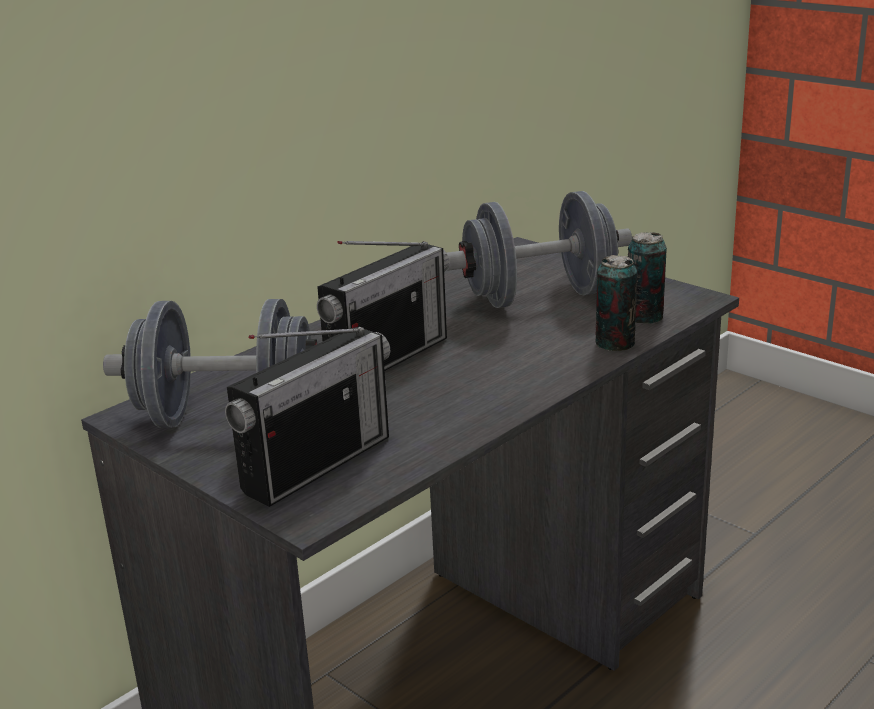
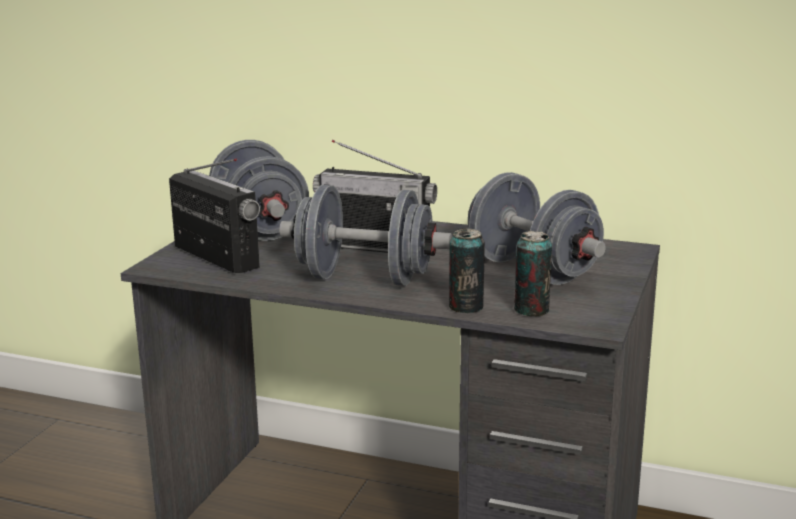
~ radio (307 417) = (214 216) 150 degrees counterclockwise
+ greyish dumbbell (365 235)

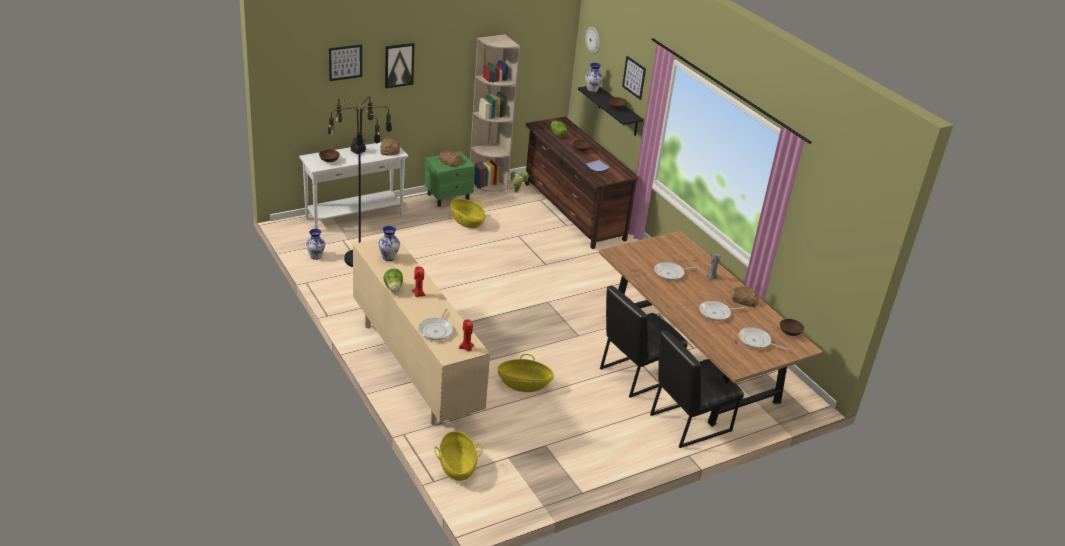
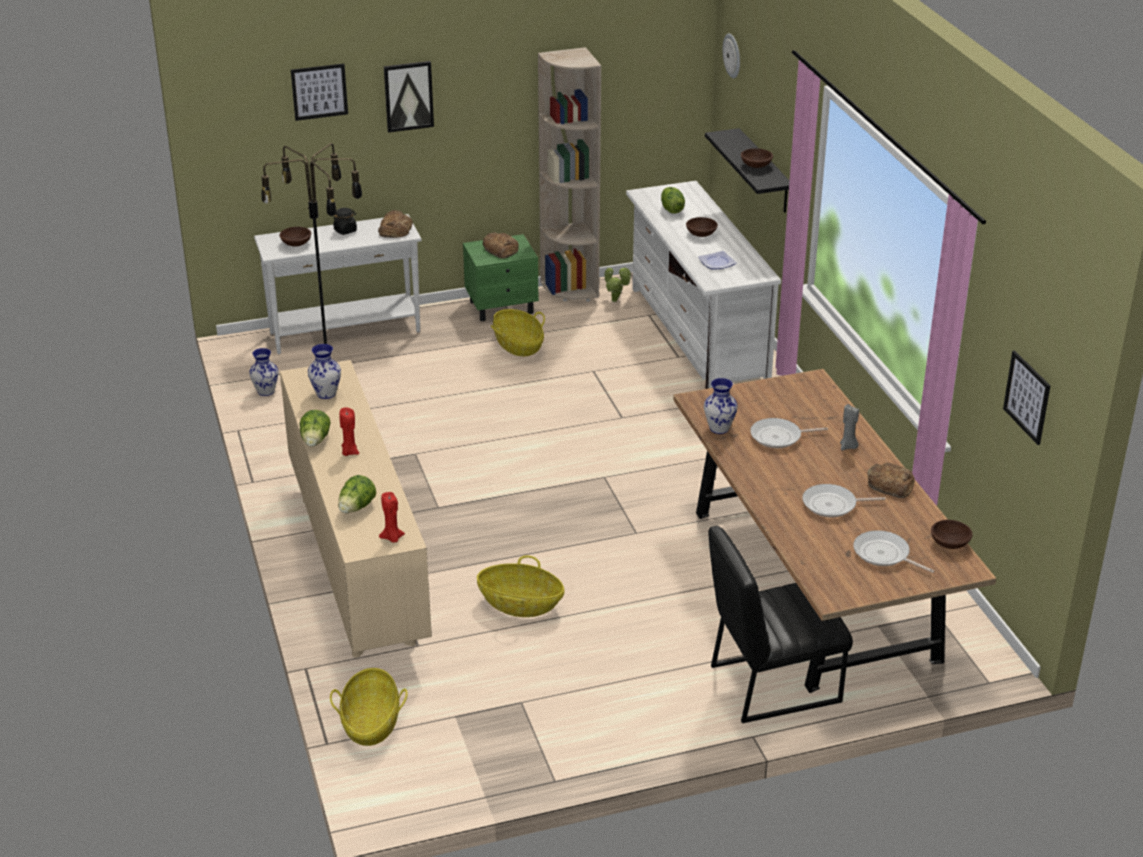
~ picture (634 78) to (1026 398)
~ vase (594 77) to (721 406)
~ brown-coloured drawer chest (582 183) to whitish drawer chest (703 285)
- blackish chair (644 342)
~ pan (436 324) to lettuce head (357 494)

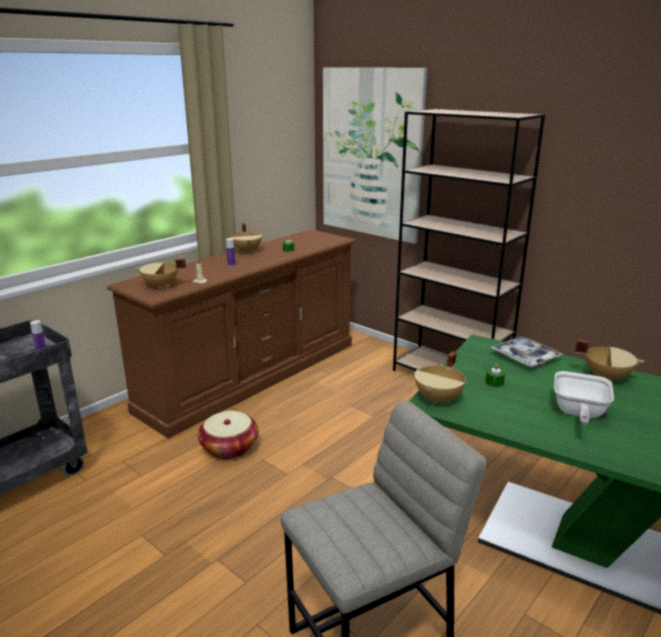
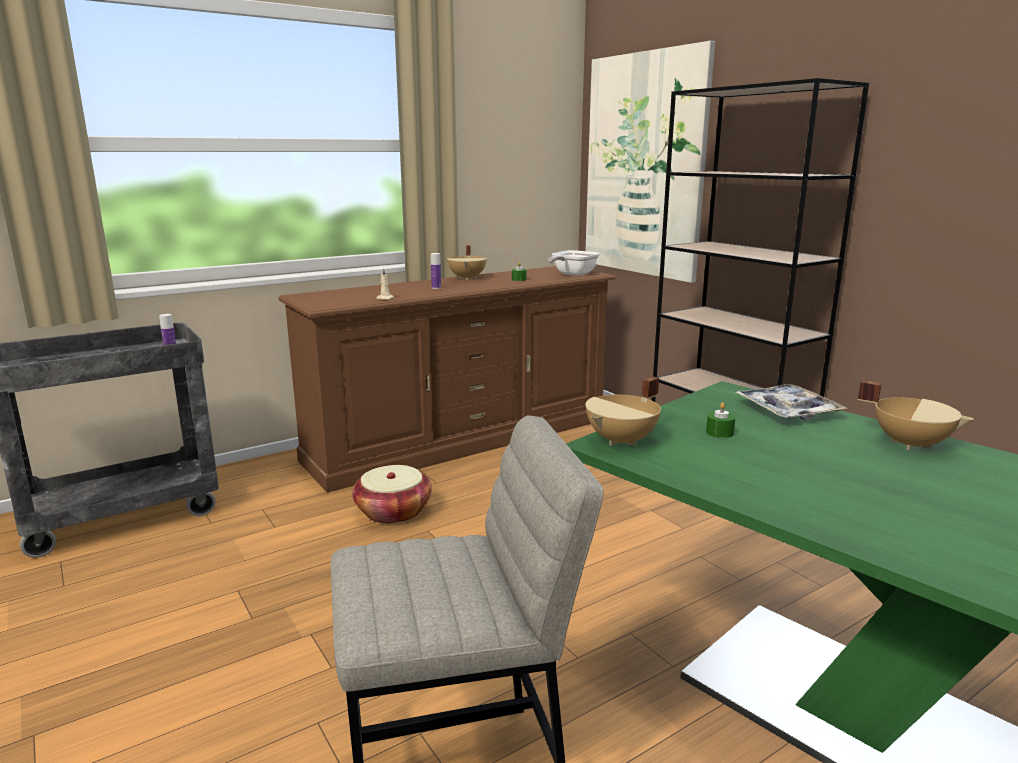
- sand-coloured saucepot (160 274)
~ pan (584 398) to (574 263)

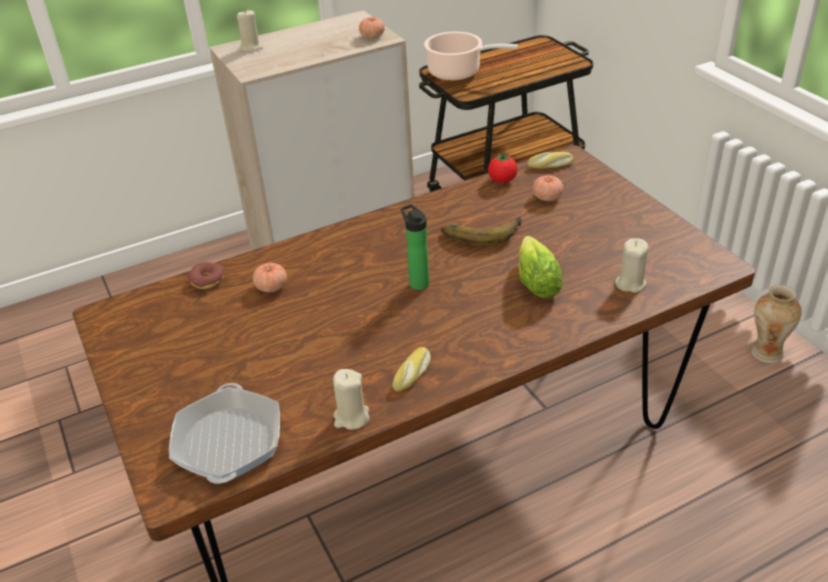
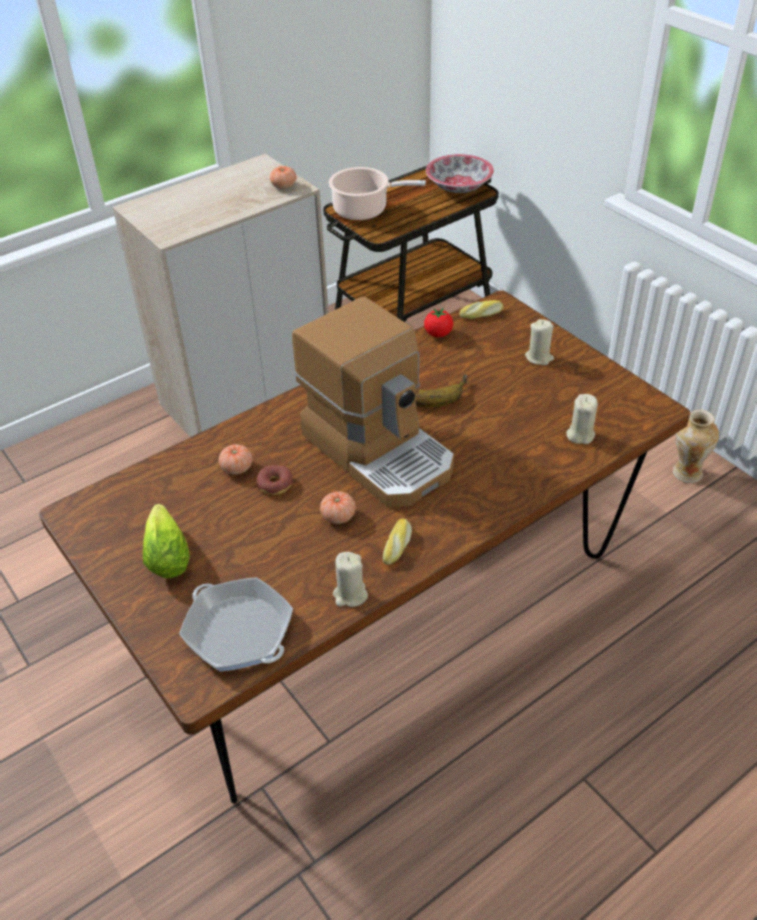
~ sand-coloured wax candle (250 31) to (539 342)
~ fresh tomato (548 188) to (338 507)
~ beverage bottle (415 247) to coffee maker (373 402)
~ lettuce head (541 267) to (166 541)
~ donut (206 275) to (274 480)
~ pan (224 433) = (236 624) 150 degrees clockwise
+ serving bowl (460 173)

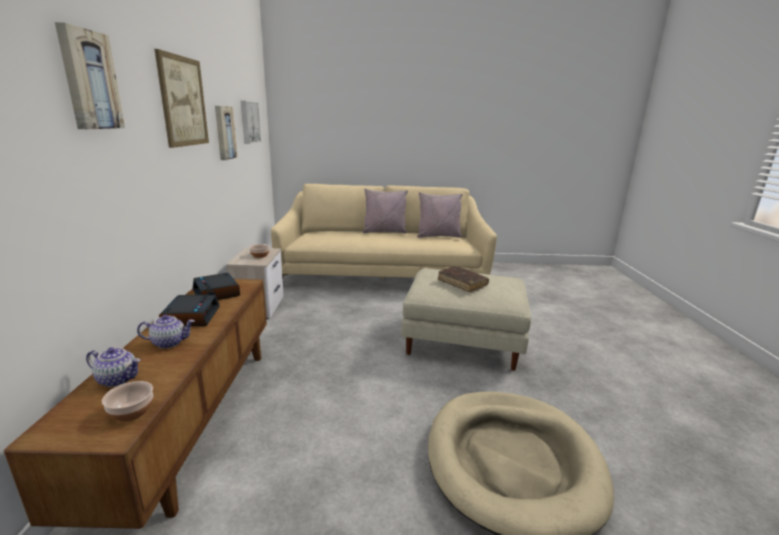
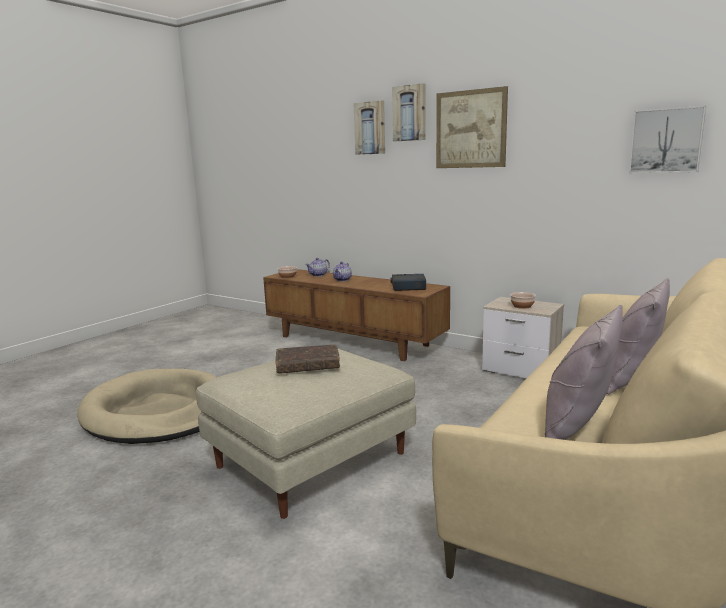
~ picture (226 133) to (409 112)
- alarm clock (189 310)

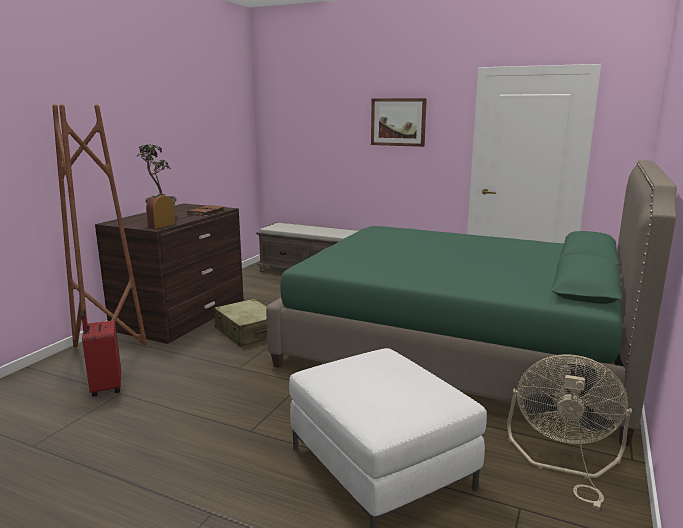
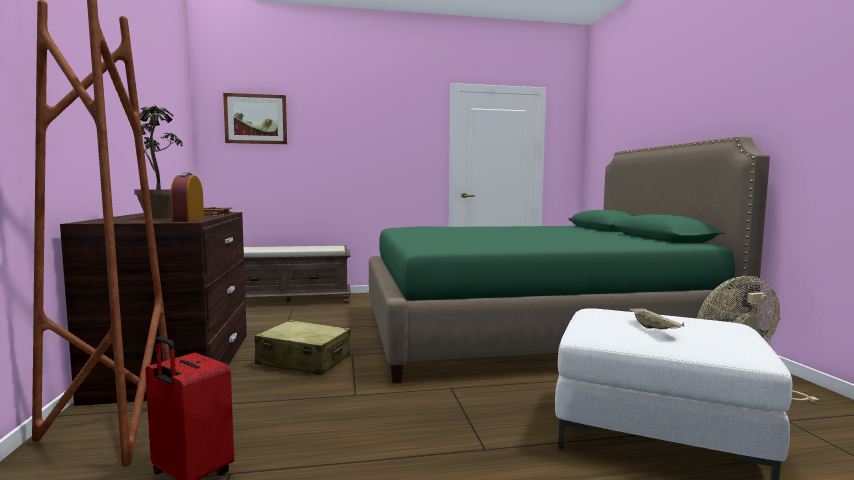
~ picture (399 122) to (255 118)
+ sand-coloured tray (656 318)

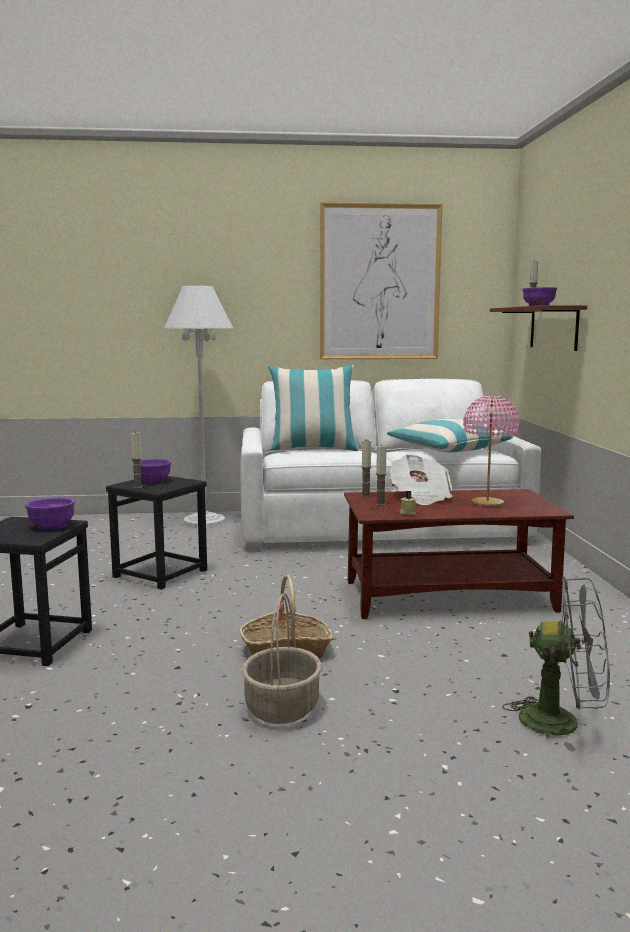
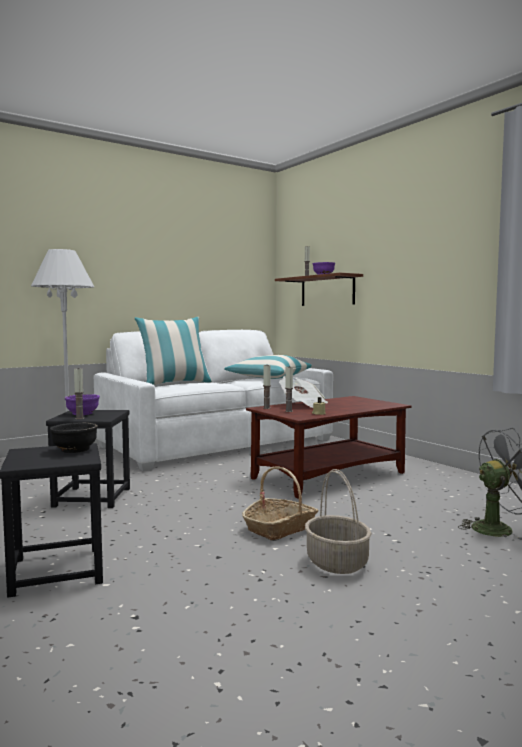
- picture (381 280)
- pinkish lamp for a table (491 450)
~ purplish serving bowl (50 513) to blackish serving bowl (74 438)

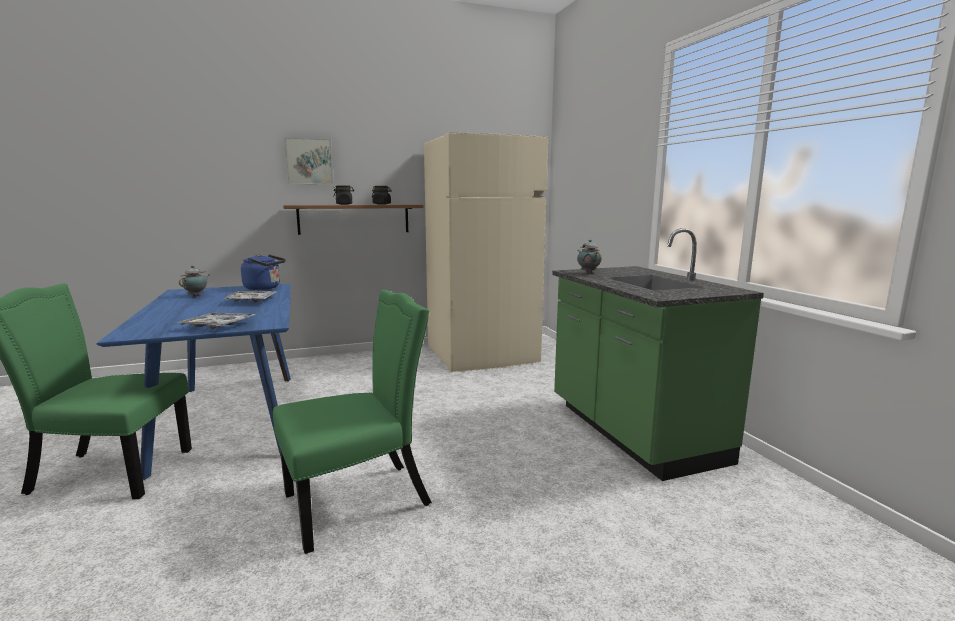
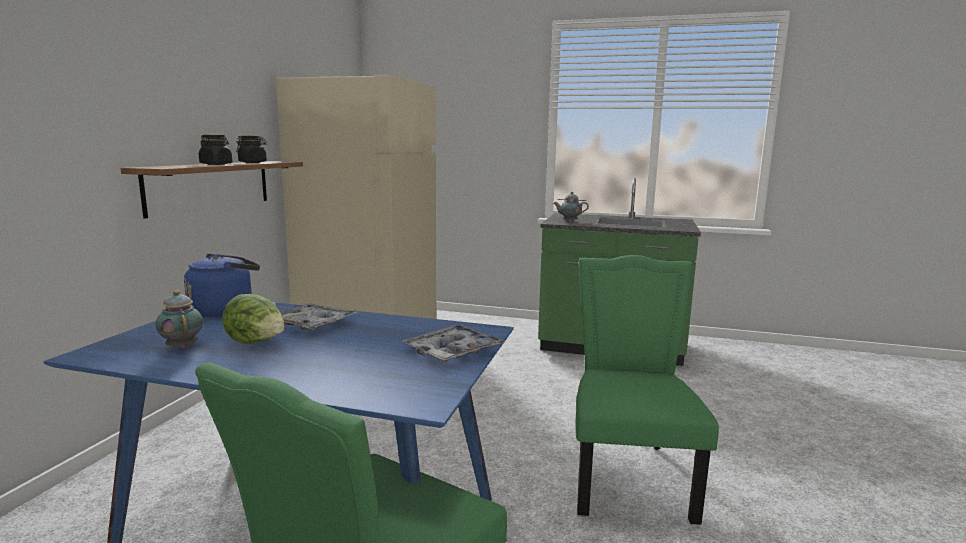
- picture (309 160)
+ lettuce head (253 319)

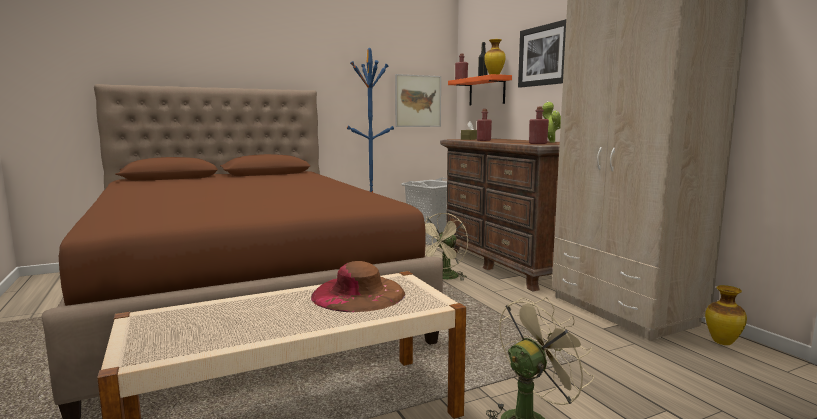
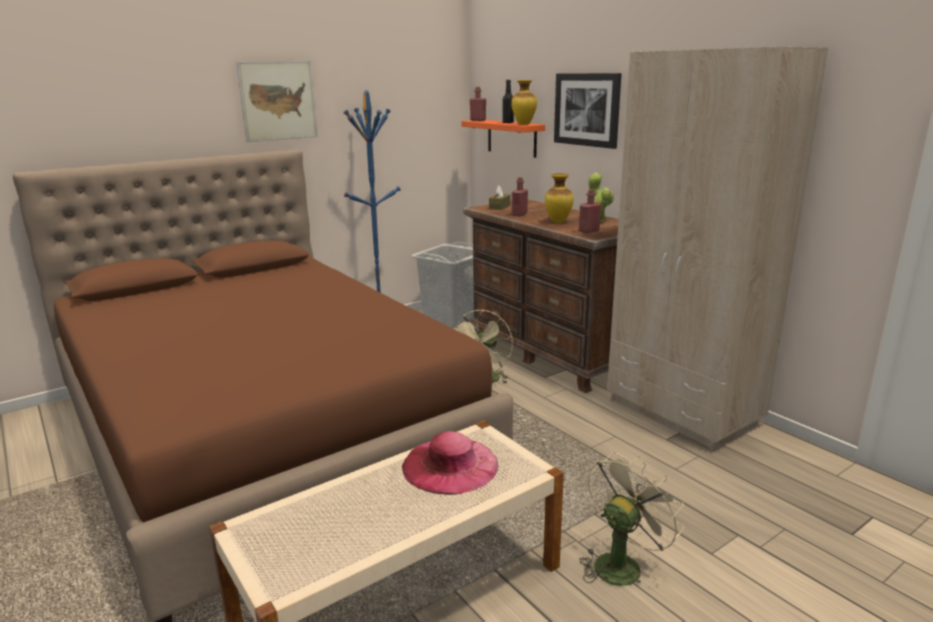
~ picture (418 100) to (277 101)
~ brown-coloured hat (358 286) to pinkish hat (450 463)
~ vase (726 315) to (559 198)

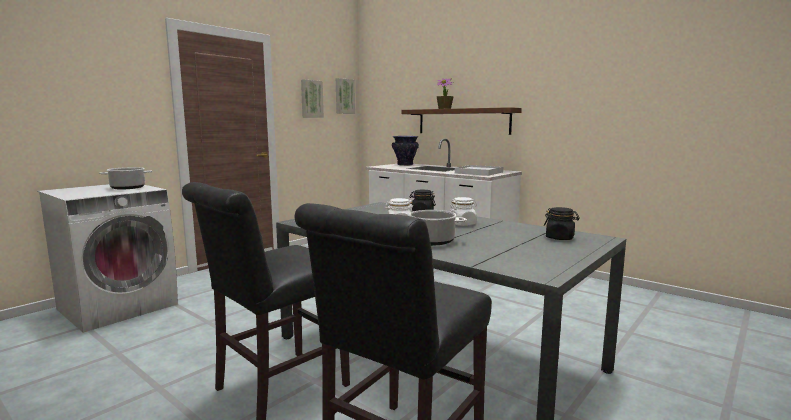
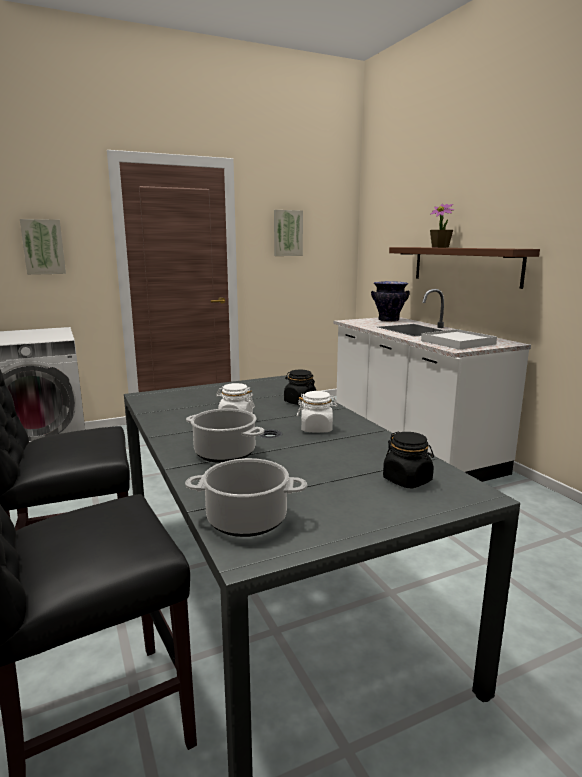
~ picture (345 96) to (43 247)
~ saucepot (126 178) to (246 497)

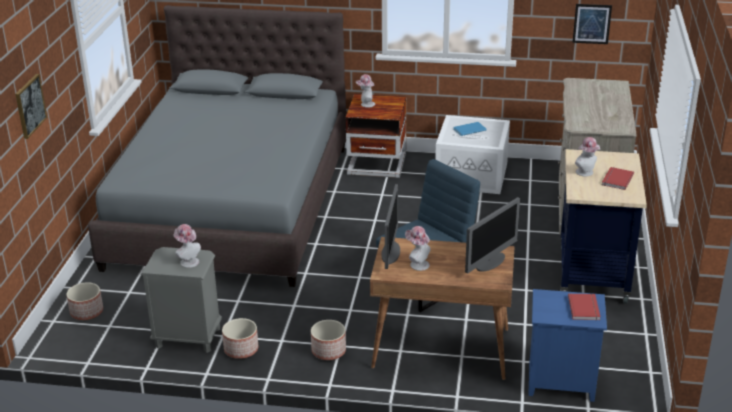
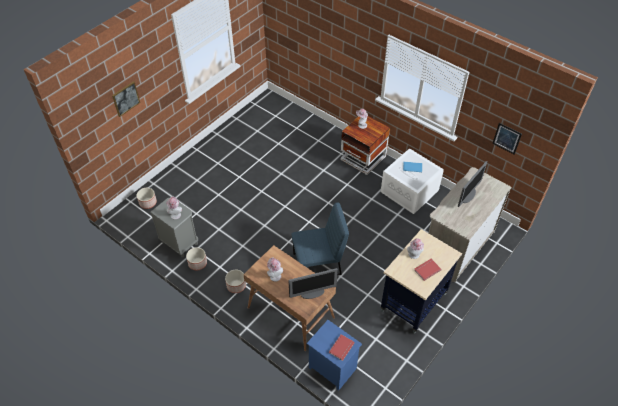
- greyish bed (217 146)
~ monitor (390 226) to (472 184)

